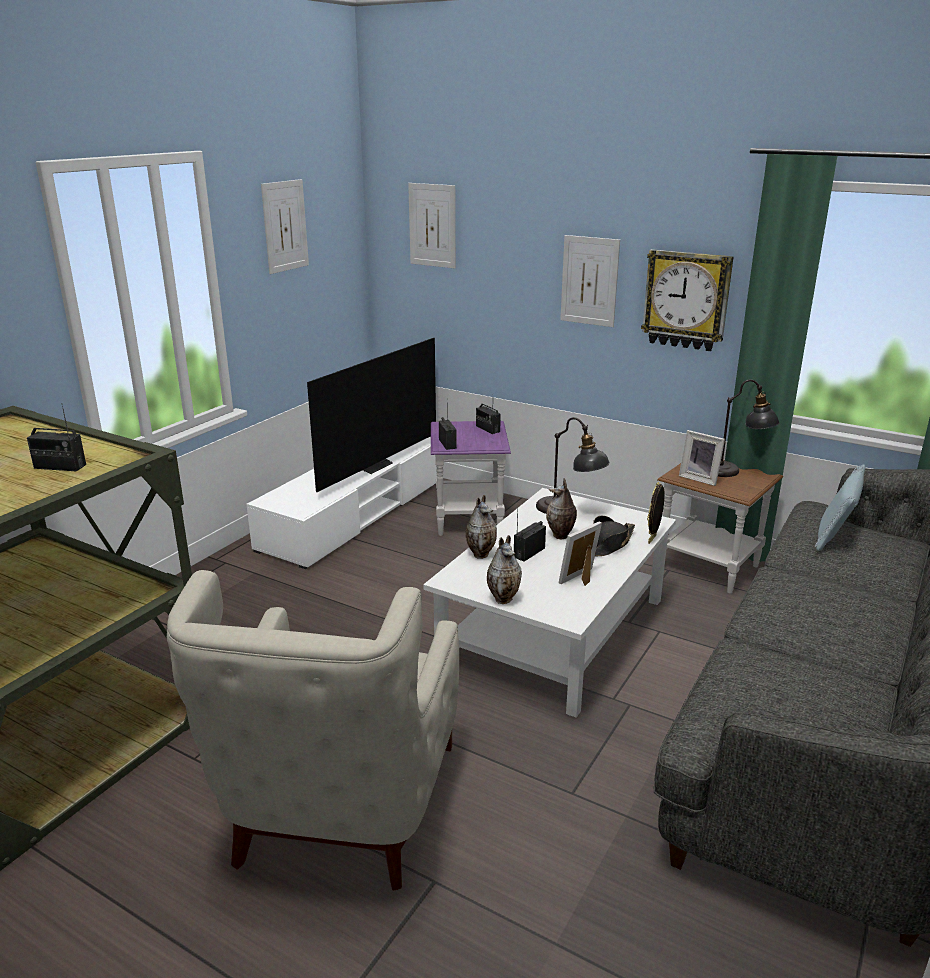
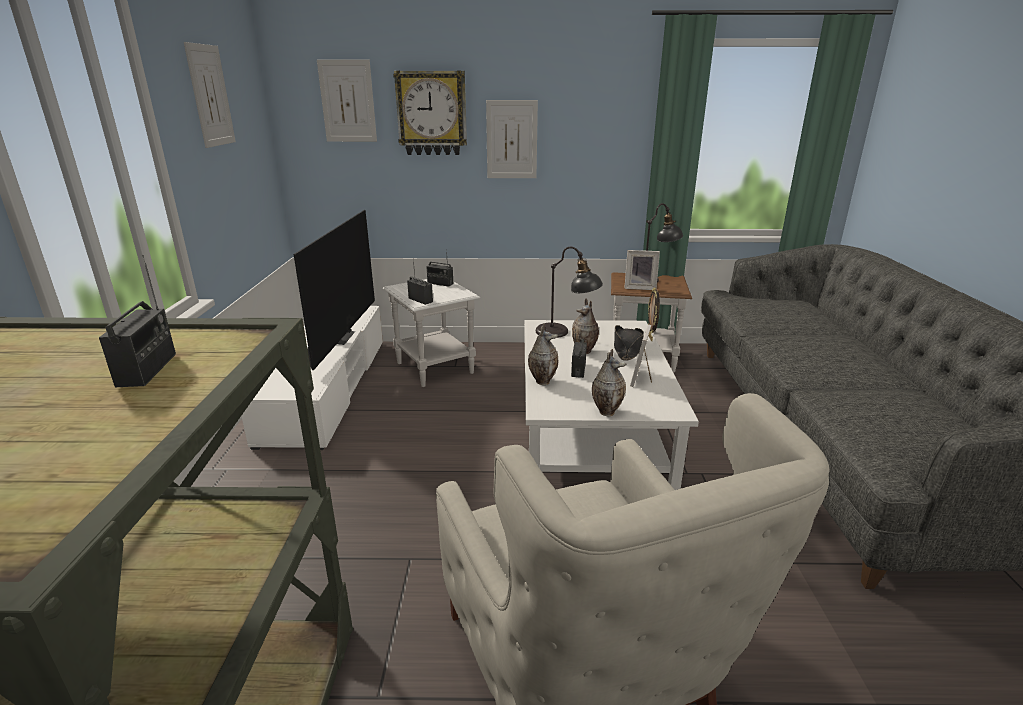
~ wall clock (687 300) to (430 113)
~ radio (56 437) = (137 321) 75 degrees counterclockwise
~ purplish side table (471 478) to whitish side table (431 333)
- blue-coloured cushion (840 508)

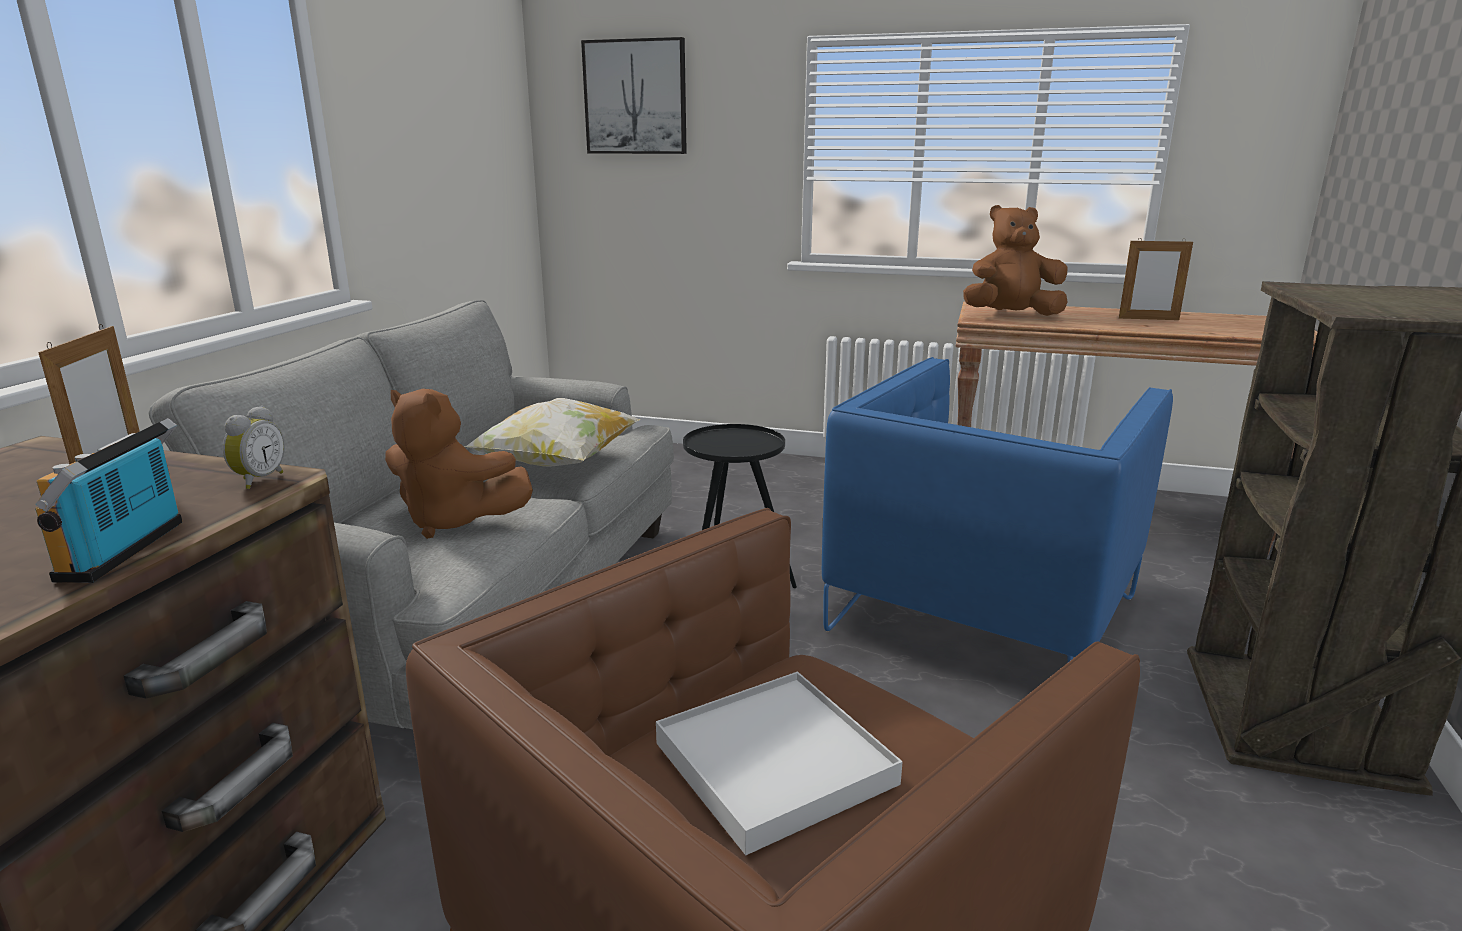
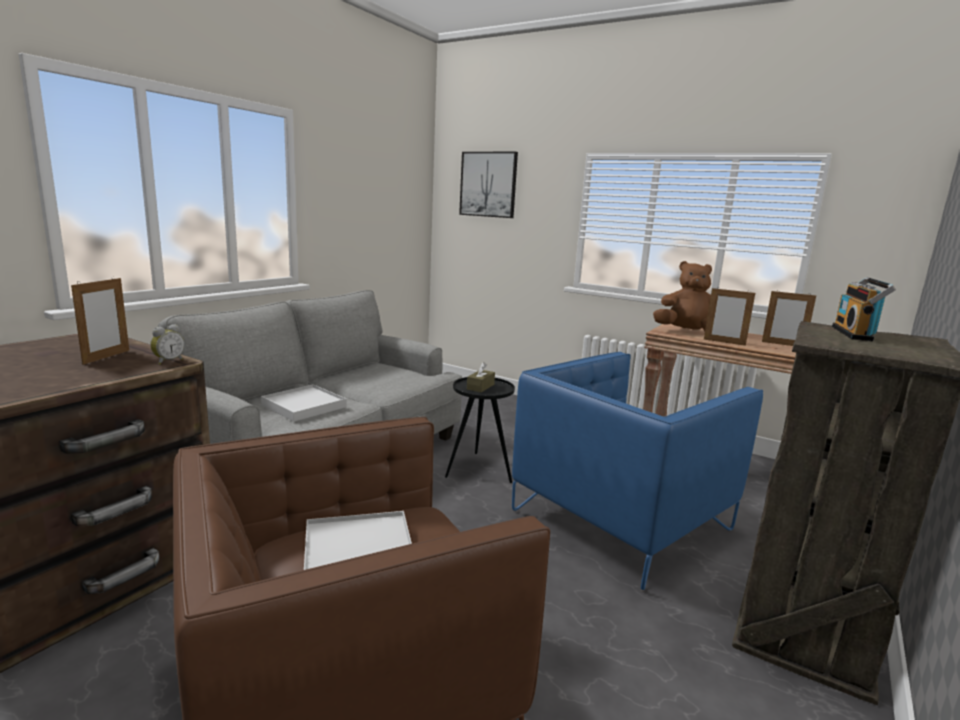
~ brown-coloured soft toy (459 464) to whitish tray (304 403)
- cushion (552 432)
~ radio (108 500) to (864 309)
+ photo frame (729 316)
+ brown-coloured tissue holder (481 377)

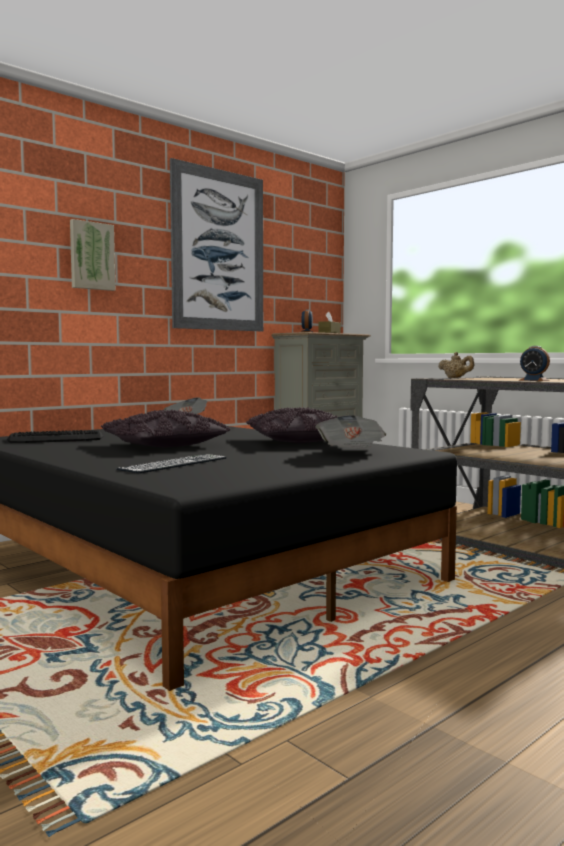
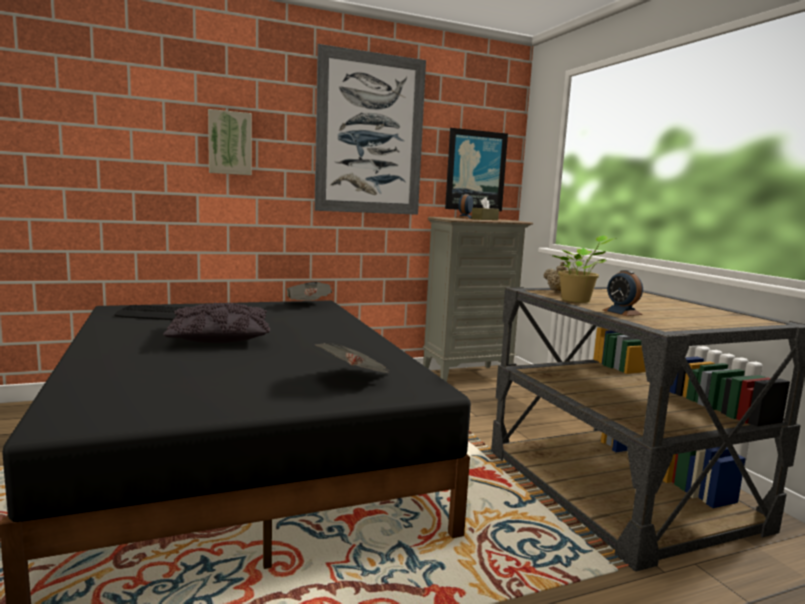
- blackish cushion (291 425)
- PC keyboard (171 464)
+ picture (476 169)
+ plant in a pot (583 269)

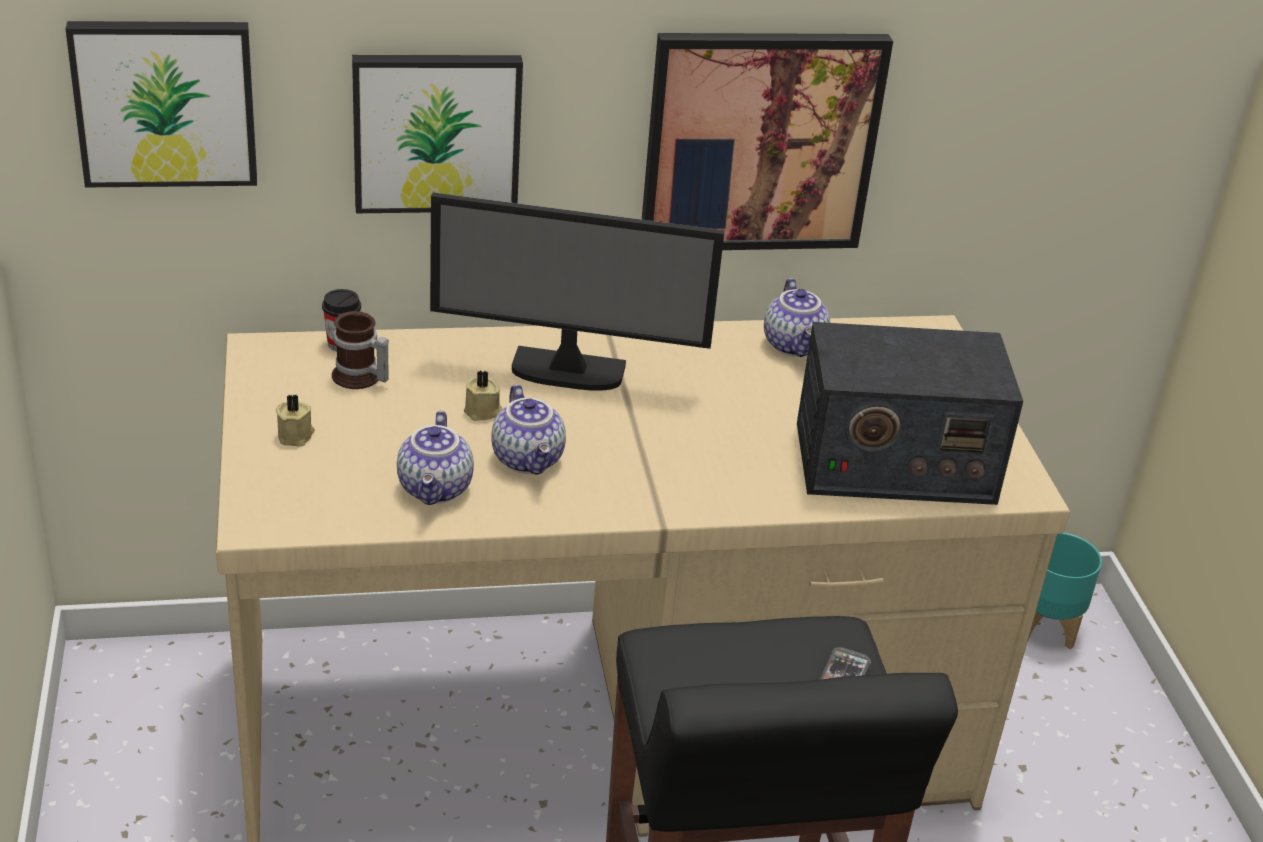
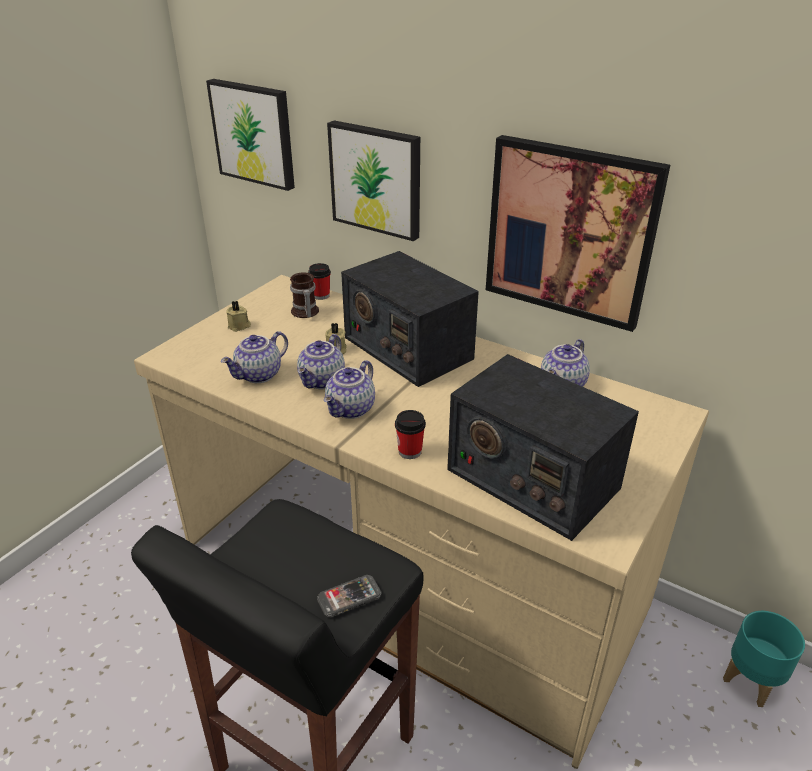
~ monitor (577 292) to radio (410 319)
+ tea pot (349 389)
+ cup (410 434)

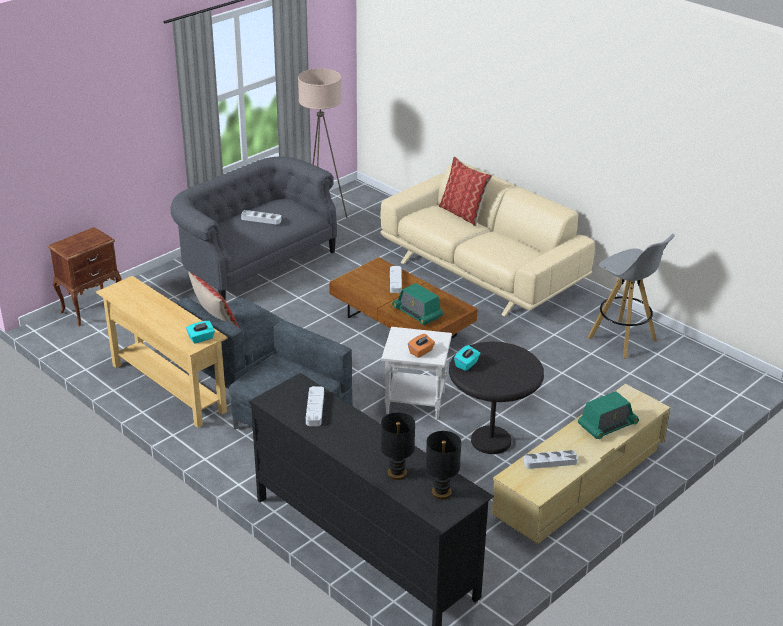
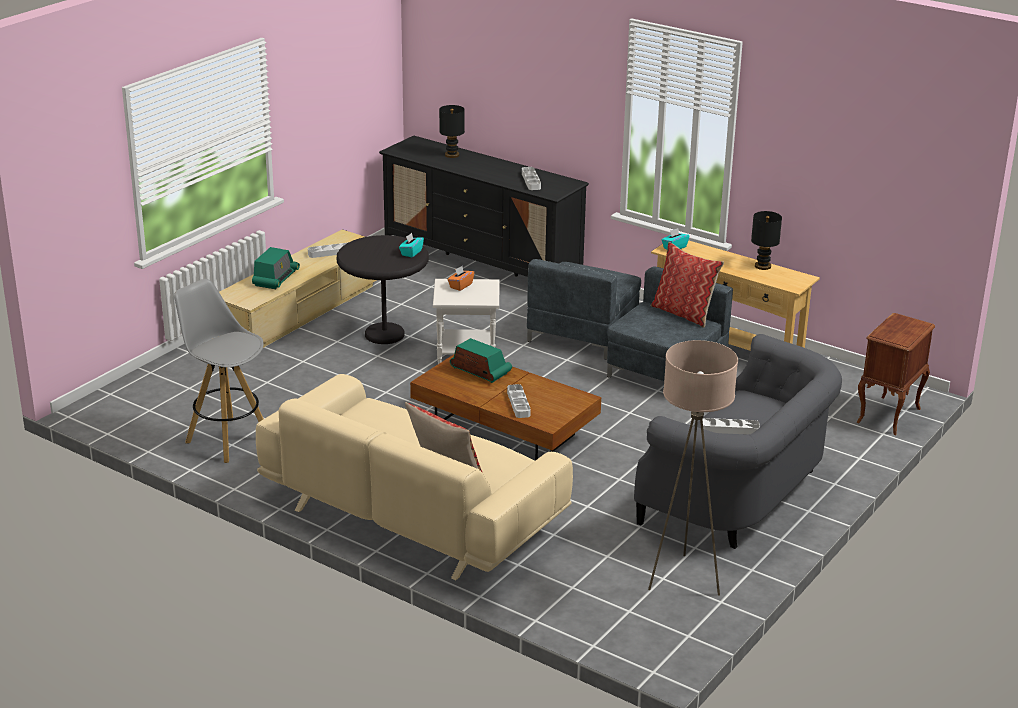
~ radio (608 415) = (276 268) 150 degrees clockwise
~ blackish lamp for a table (444 465) to (766 240)

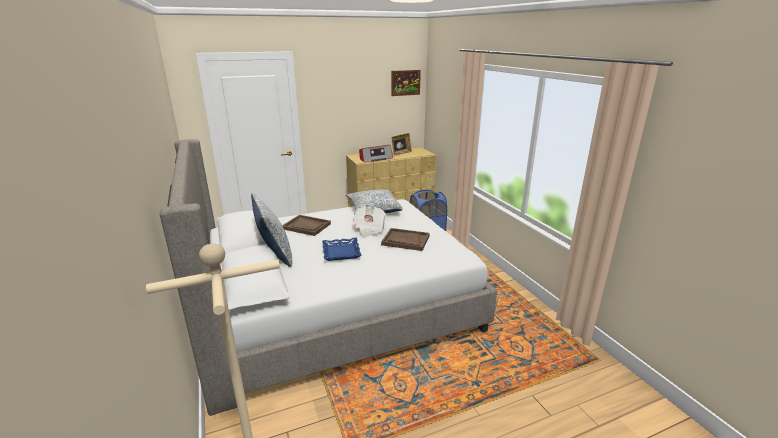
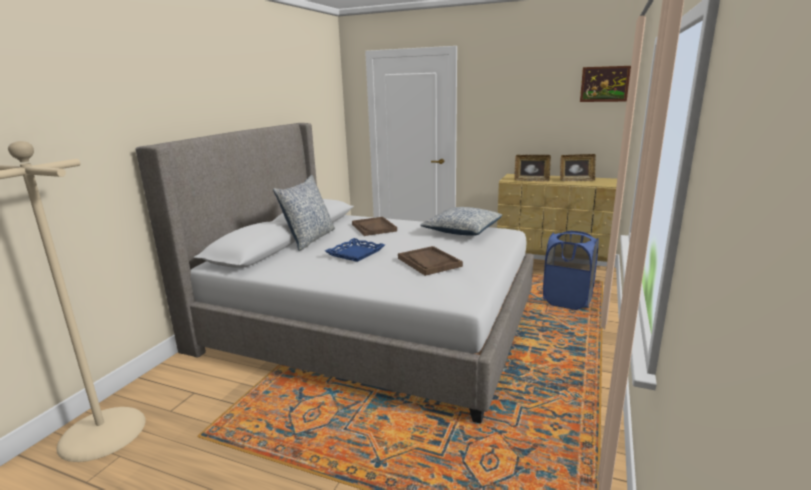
~ radio (376 154) to photo frame (532 168)
- daily paper (369 220)

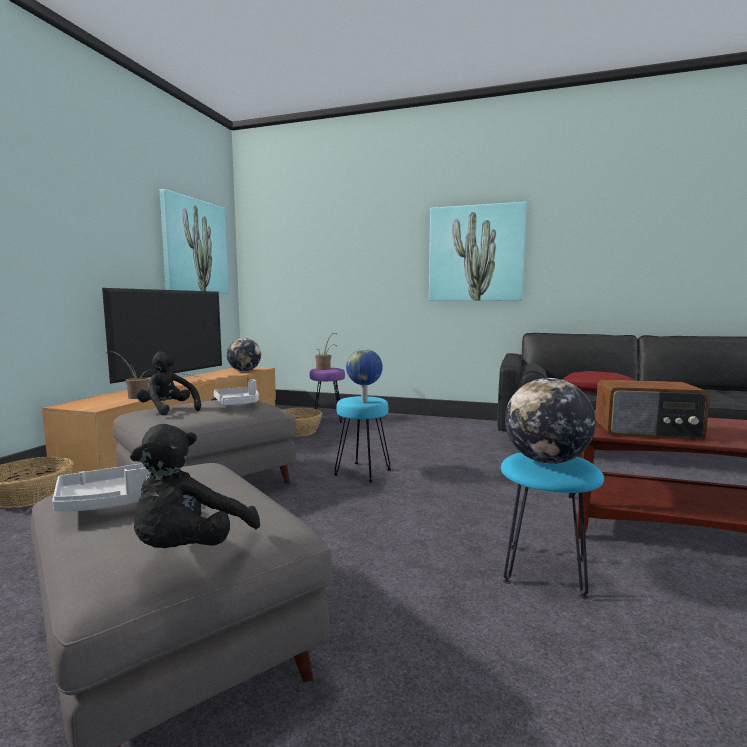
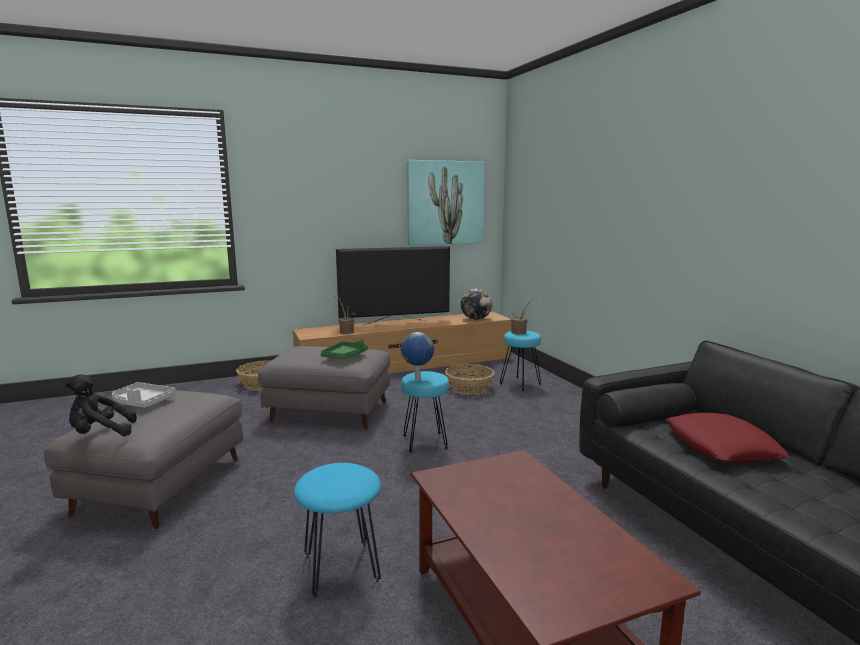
- picture (478 251)
- blackish soft toy (168 383)
~ purplish stool (327 395) to turquoise stool (520 361)
- globe (550 421)
~ greyish tray (236 392) to green tray (344 349)
- radio (652 410)

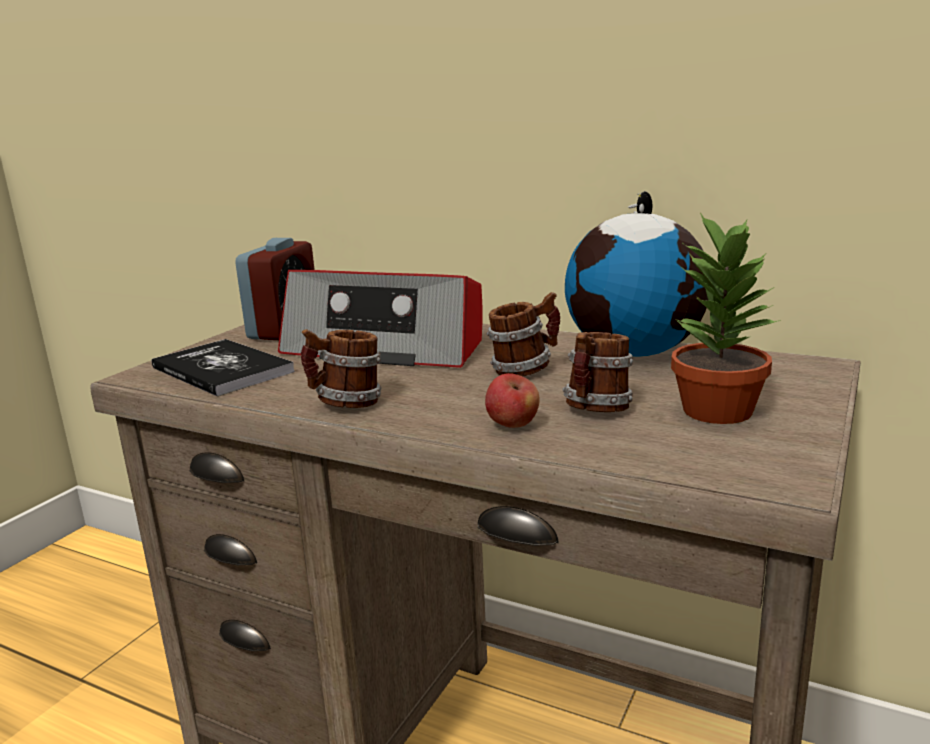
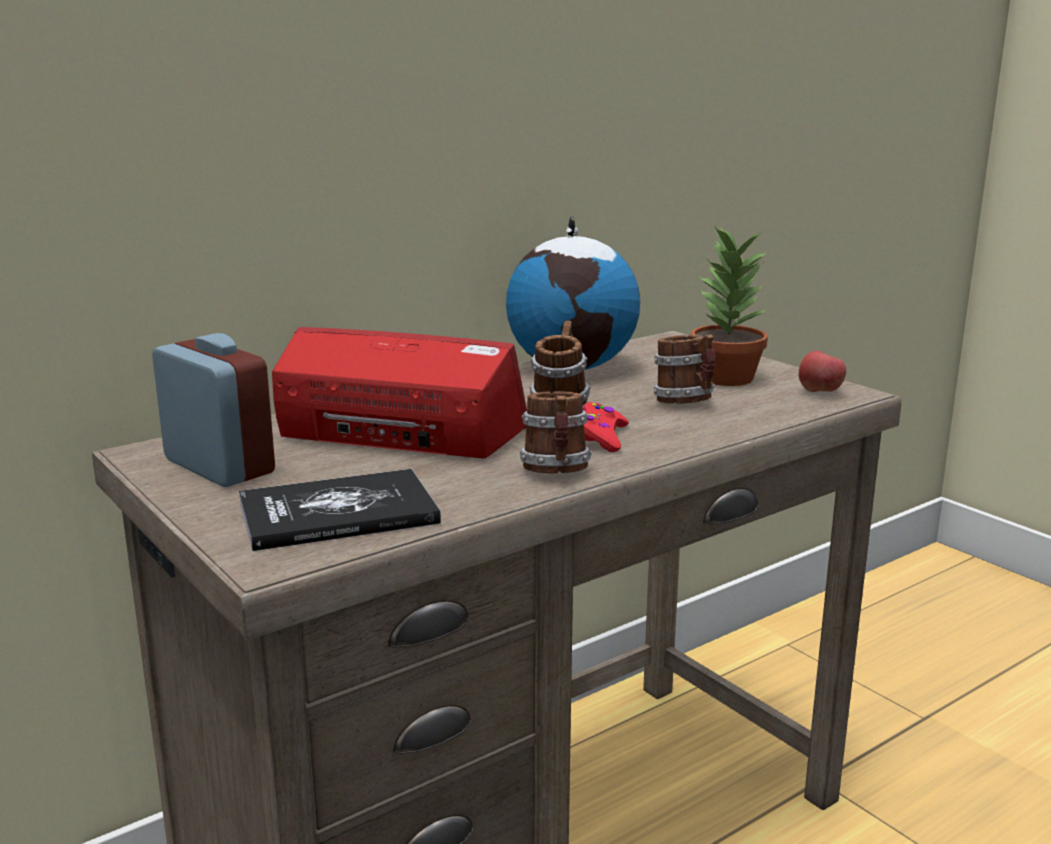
~ radio (380 319) = (399 392) 120 degrees counterclockwise
~ apple (512 400) to (822 371)
+ reddish game controller (606 427)

